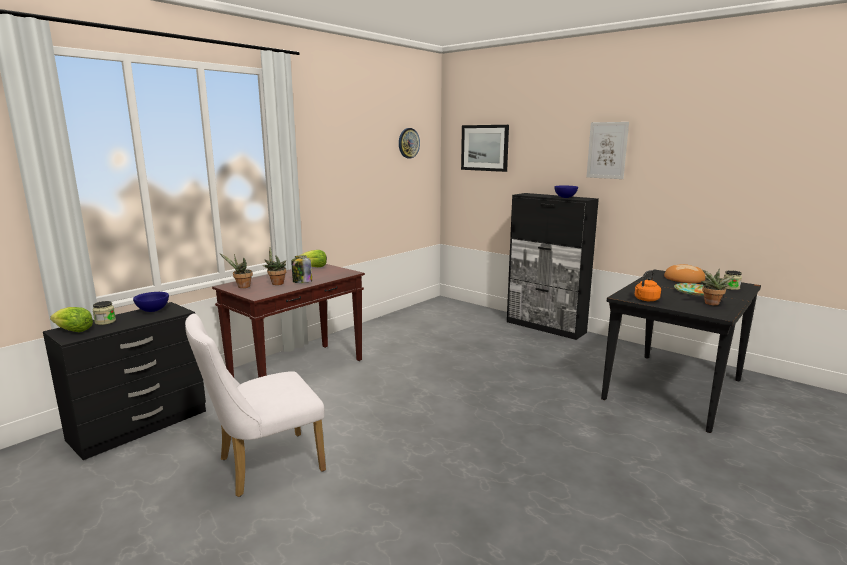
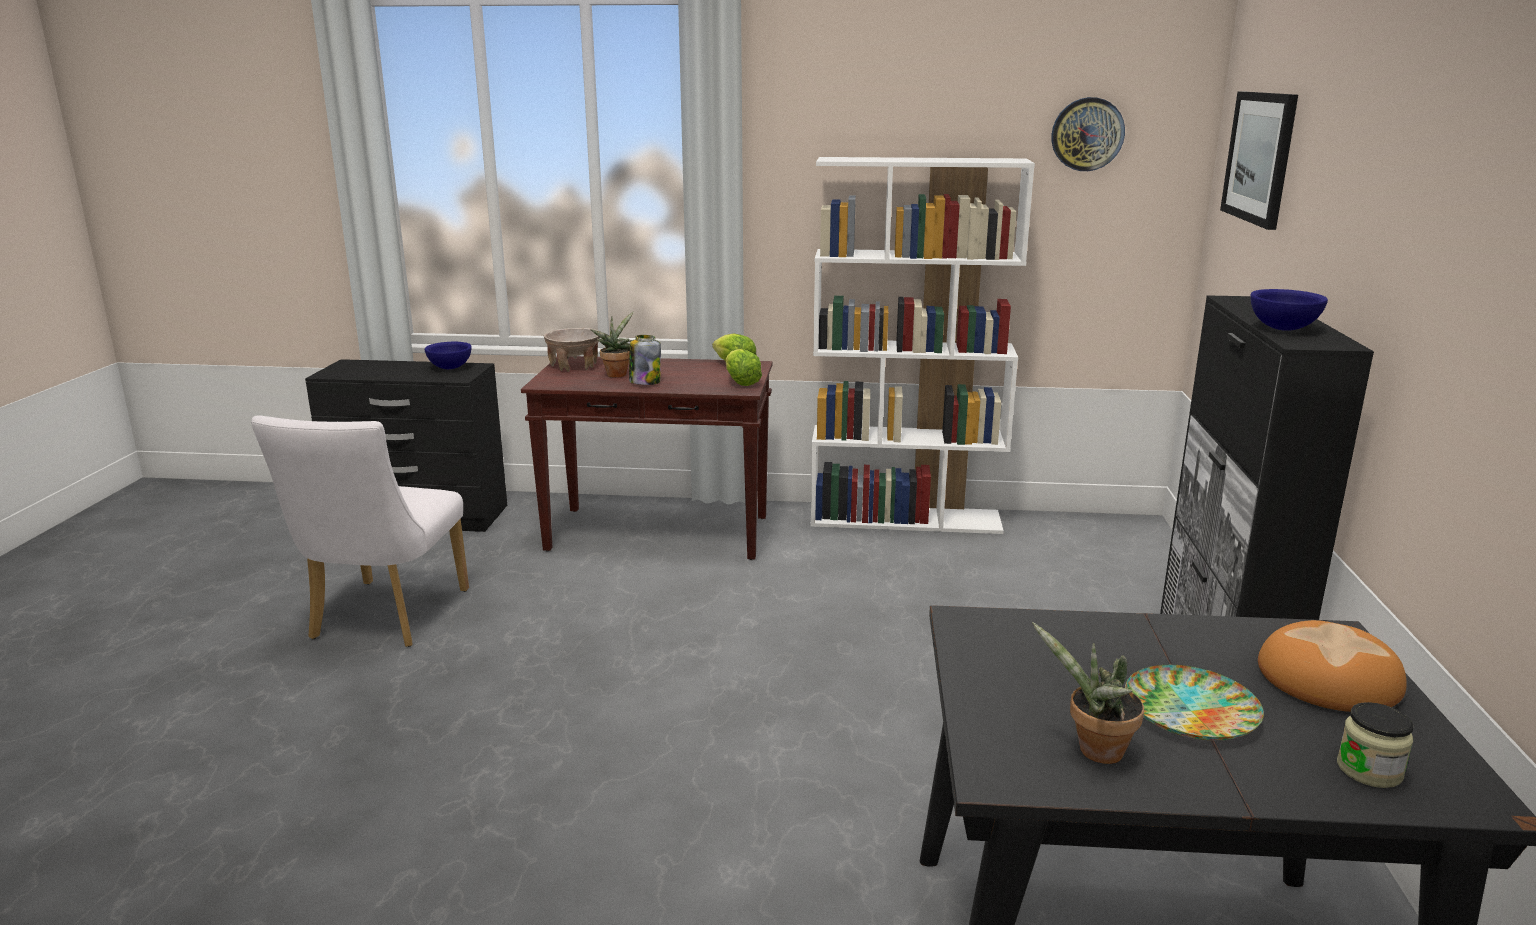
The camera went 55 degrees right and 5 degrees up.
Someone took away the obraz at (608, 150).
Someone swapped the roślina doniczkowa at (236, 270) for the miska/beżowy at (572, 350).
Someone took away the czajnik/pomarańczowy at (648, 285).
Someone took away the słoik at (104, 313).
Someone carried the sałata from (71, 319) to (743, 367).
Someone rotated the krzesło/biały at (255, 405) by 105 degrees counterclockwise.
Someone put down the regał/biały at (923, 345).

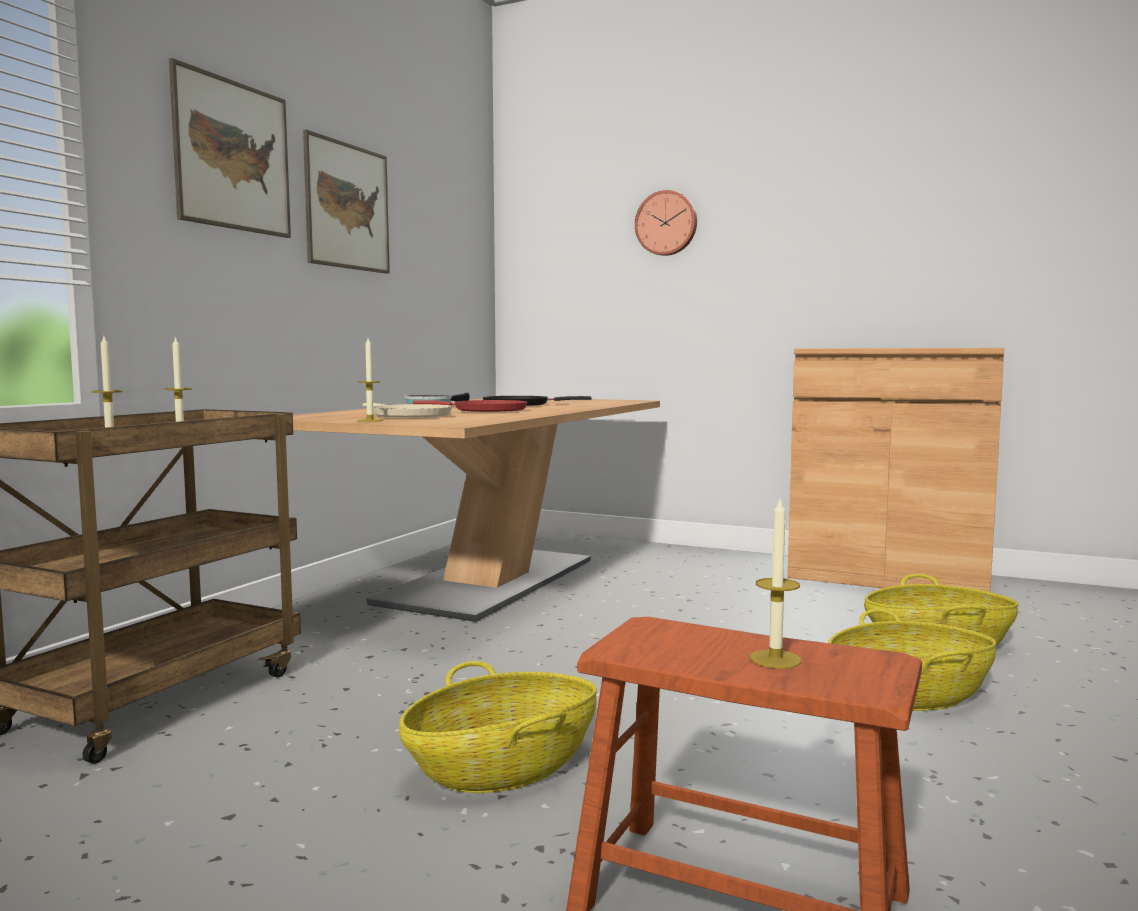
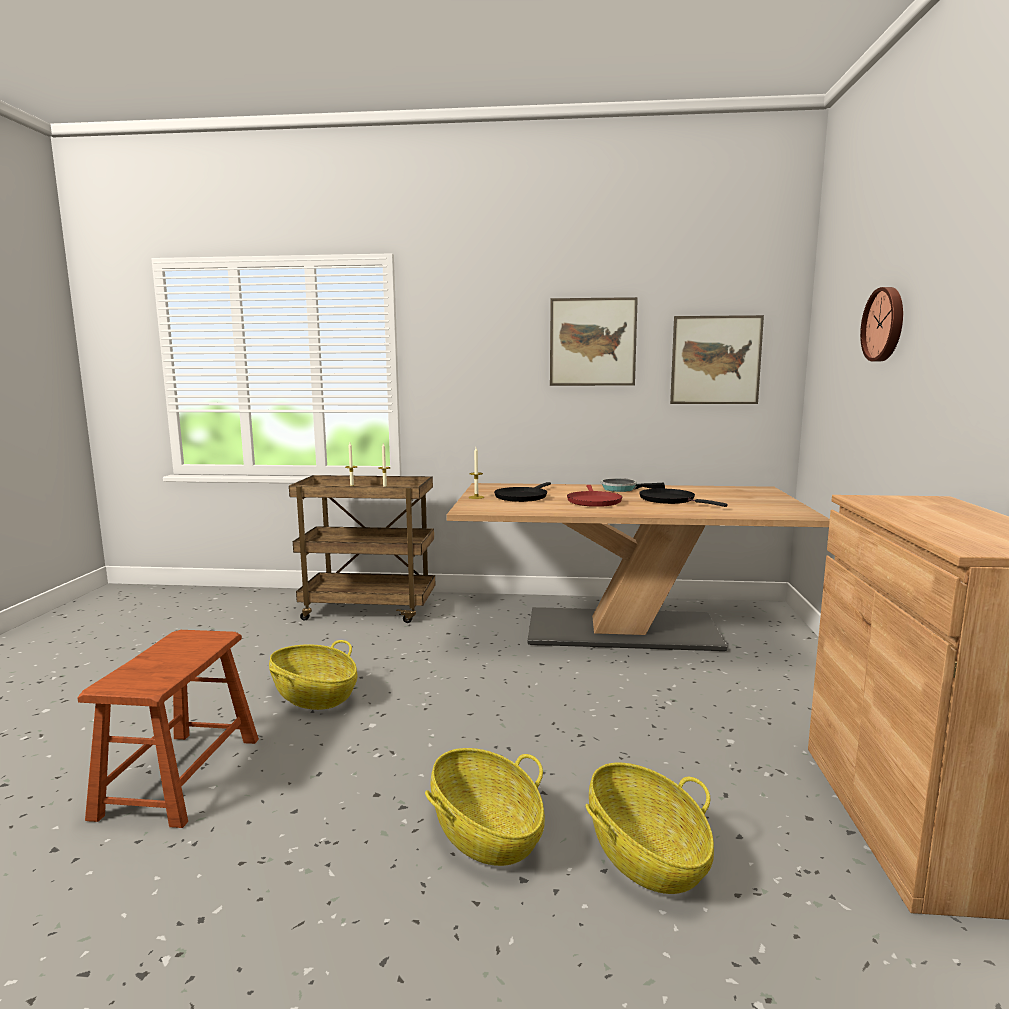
The camera went 70 degrees right and 5 degrees up.
Someone carried the obraz from (230, 148) to (717, 359).
Someone repainted the patelnia/beżowy at (407, 410), which became the patelnia/czarny at (522, 492).
Someone took away the świeca at (776, 583).

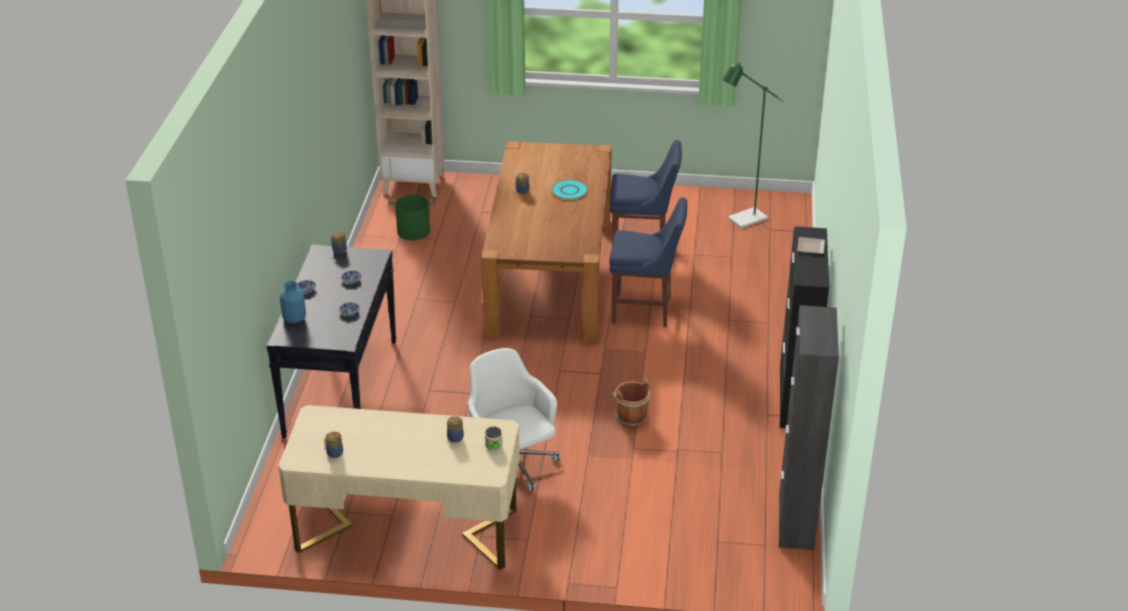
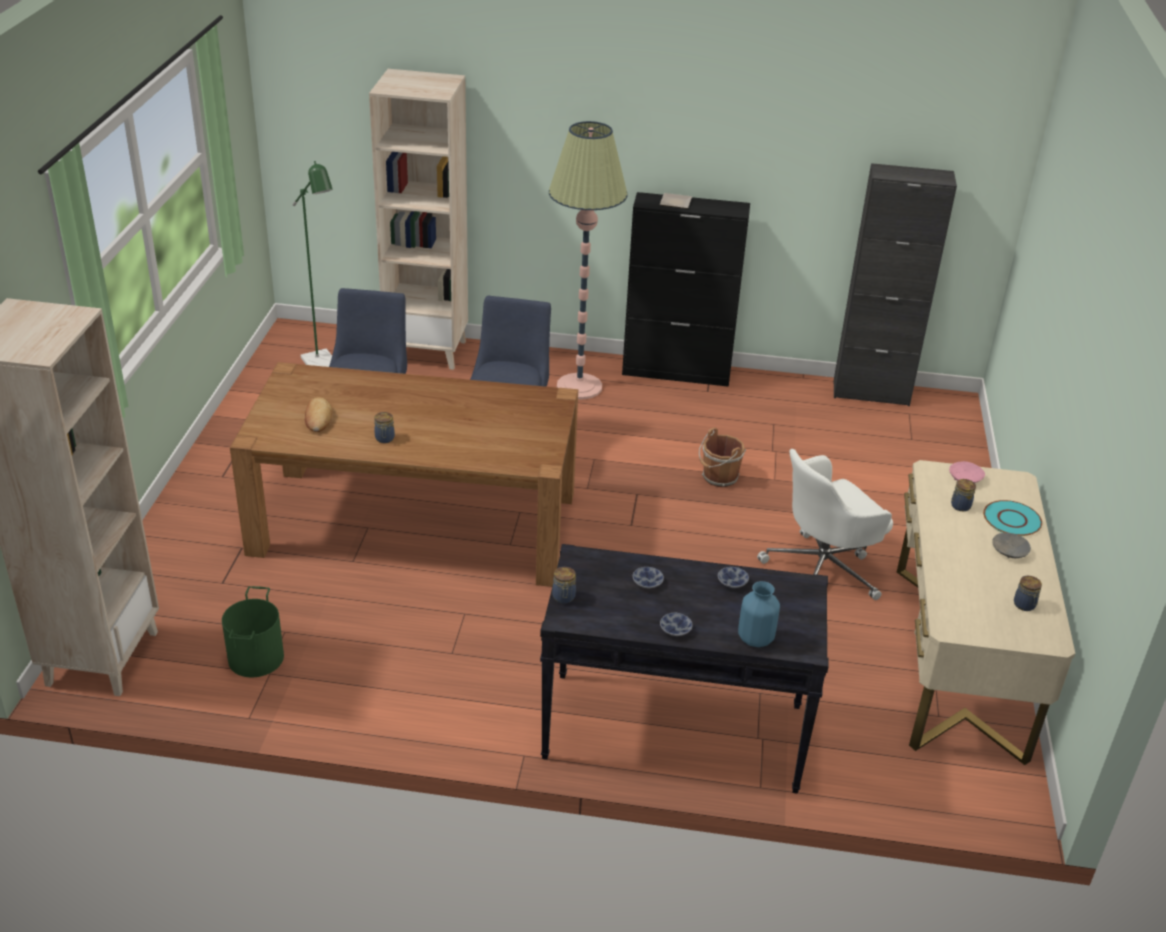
The camera went 90 degrees left and 0 degrees up.
Someone carried the talerz/turkusowy from (569, 190) to (1012, 518).
Someone swapped the słoik at (493, 439) for the miska/różowy at (967, 472).
Someone put down the regał/beżowy at (418, 219).
Someone put down the lampa stojąca at (588, 260).
Someone put down the chleb at (319, 414).
Someone put down the miska/szary at (1011, 546).

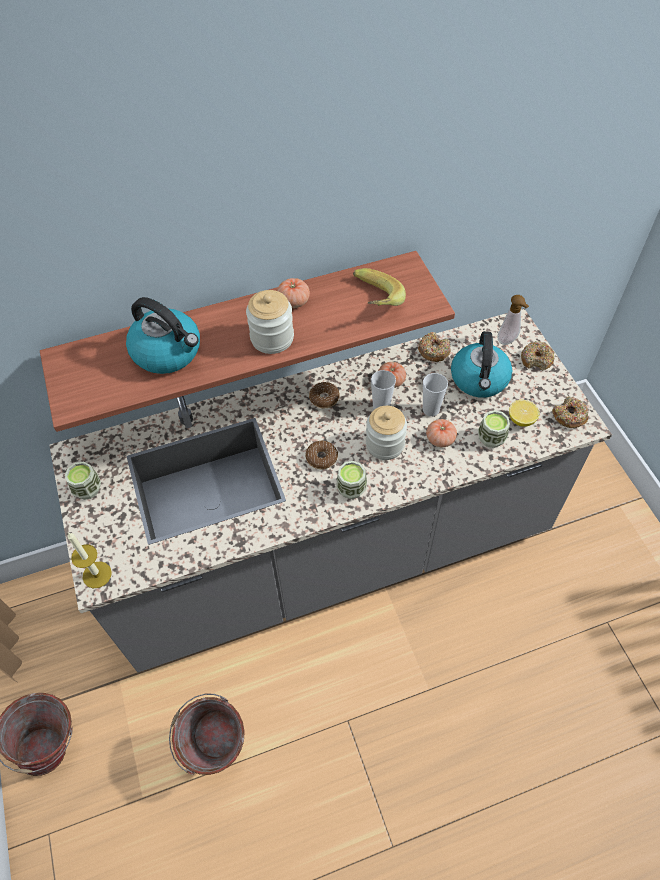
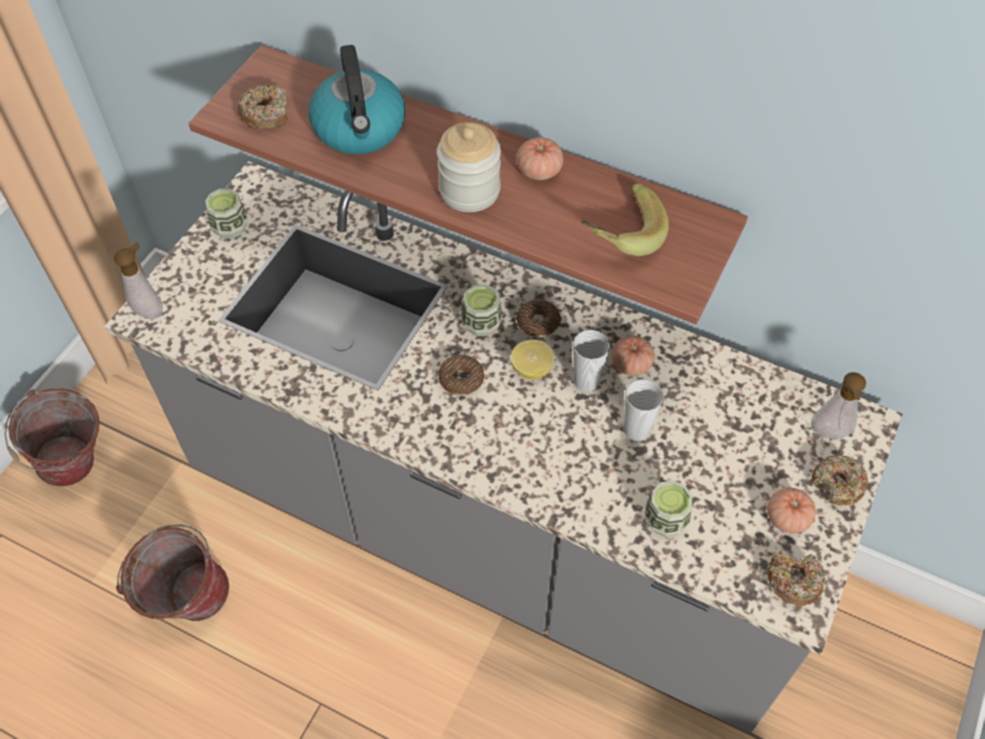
The camera went 45 degrees right and 0 degrees up.
Someone took away the czajnik at (481, 364).
Someone carried the donut from (434, 347) to (263, 107).
Someone carried the cytryna from (524, 413) to (532, 359).
Someone took away the słoik at (386, 433).
Someone carried the pomidor from (441, 433) to (791, 510).
Someone carried the filiżanka from (351, 480) to (482, 310).
Someone swapped the świeca at (89, 560) for the dozownik mydła at (138, 280).

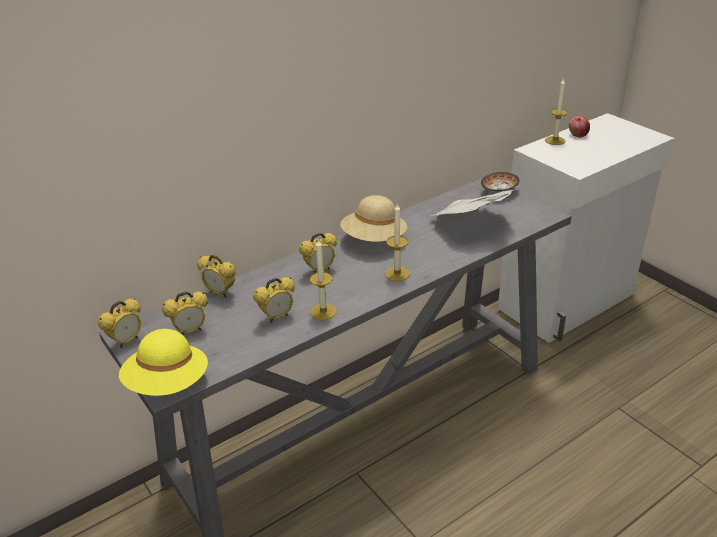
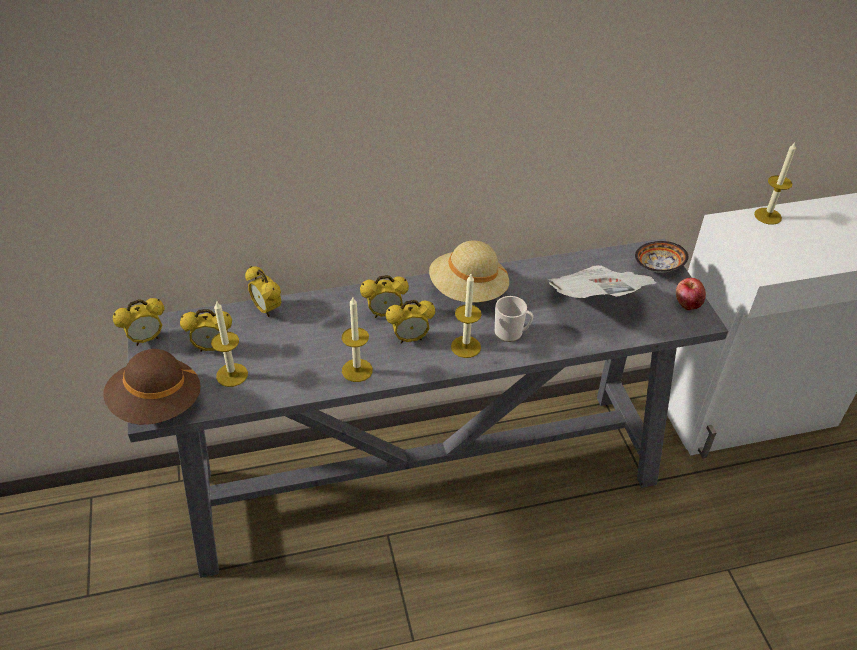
The camera went 20 degrees right and 10 degrees up.
Someone carried the jabłko from (579, 126) to (691, 294).
Someone carried the budzik from (274, 300) to (410, 322).
Someone repainted the kapelusz/żółty at (163, 362), which became the kapelusz/brązowy at (152, 387).
Someone put down the kubek at (514, 319).
Someone put down the świeca at (229, 343).

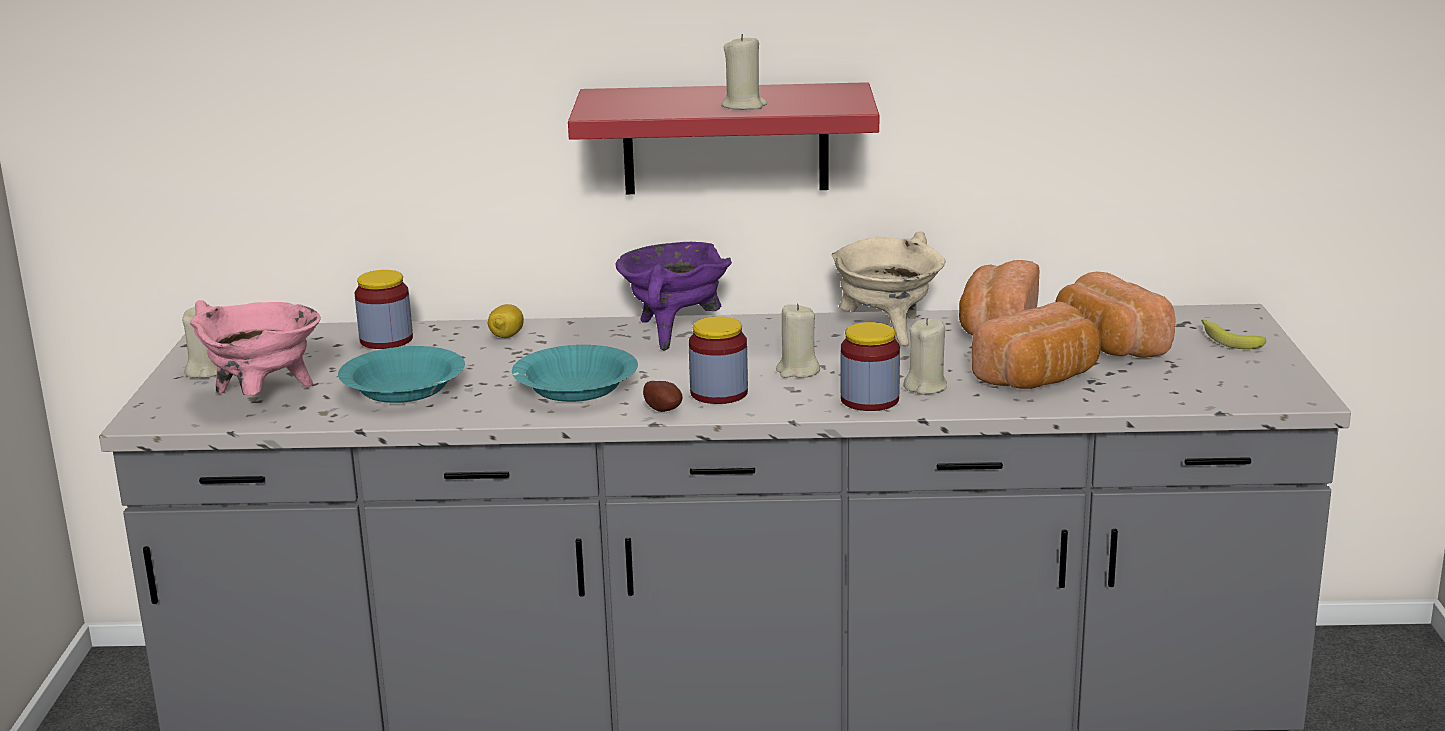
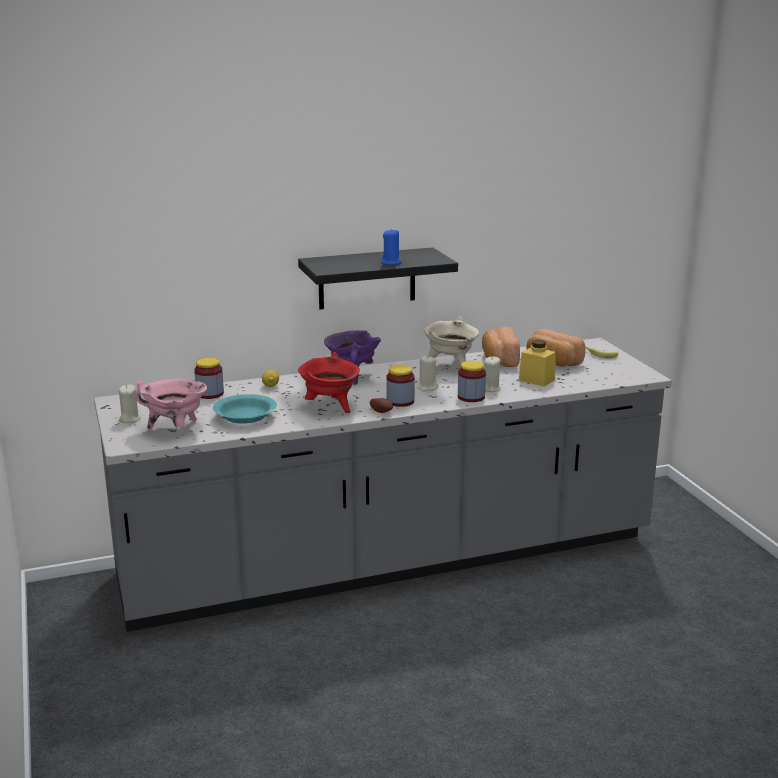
The camera went 20 degrees left and 0 degrees up.
Someone repainted the świeca/beżowy at (744, 72), which became the świeca/niebieski at (391, 246).
Someone repainted the półka/czerwony at (723, 138), which became the półka/czarny at (378, 278).
Someone swapped the chleb at (1036, 345) for the słoik/żółty at (537, 363).
Someone swapped the miska/turkusowy at (575, 373) for the garnek/czerwony at (329, 382).

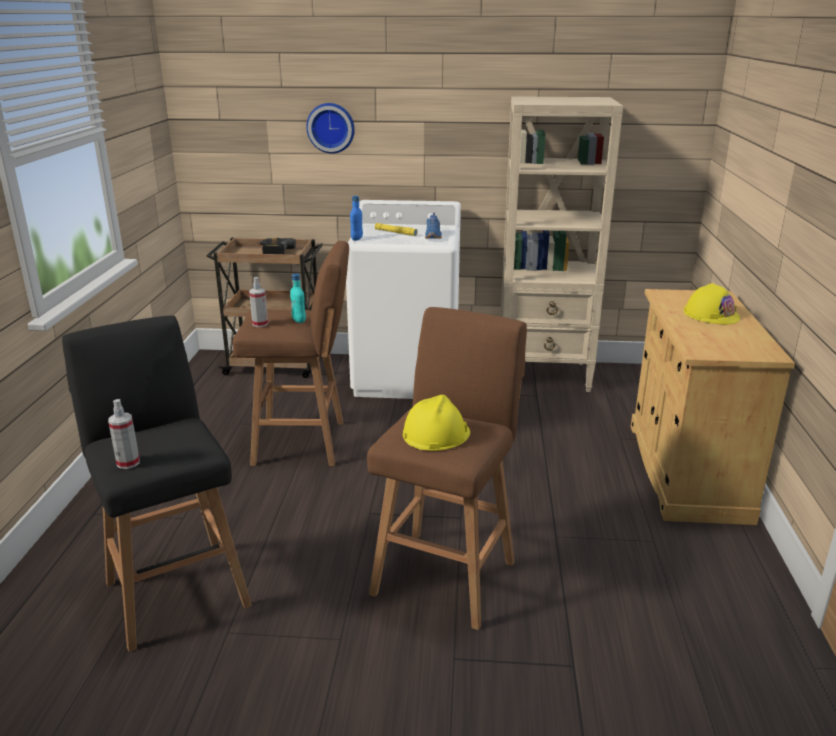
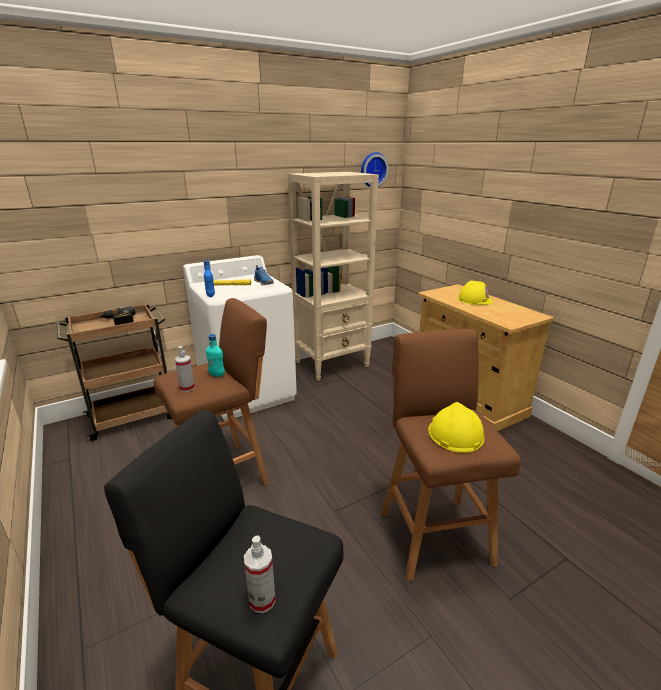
The camera went 35 degrees left and 0 degrees up.
Someone carried the zegar ścienny from (330, 128) to (375, 169).

